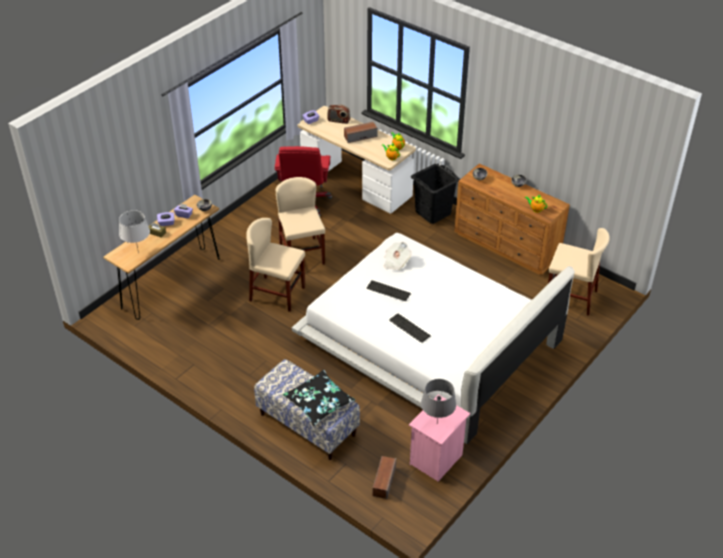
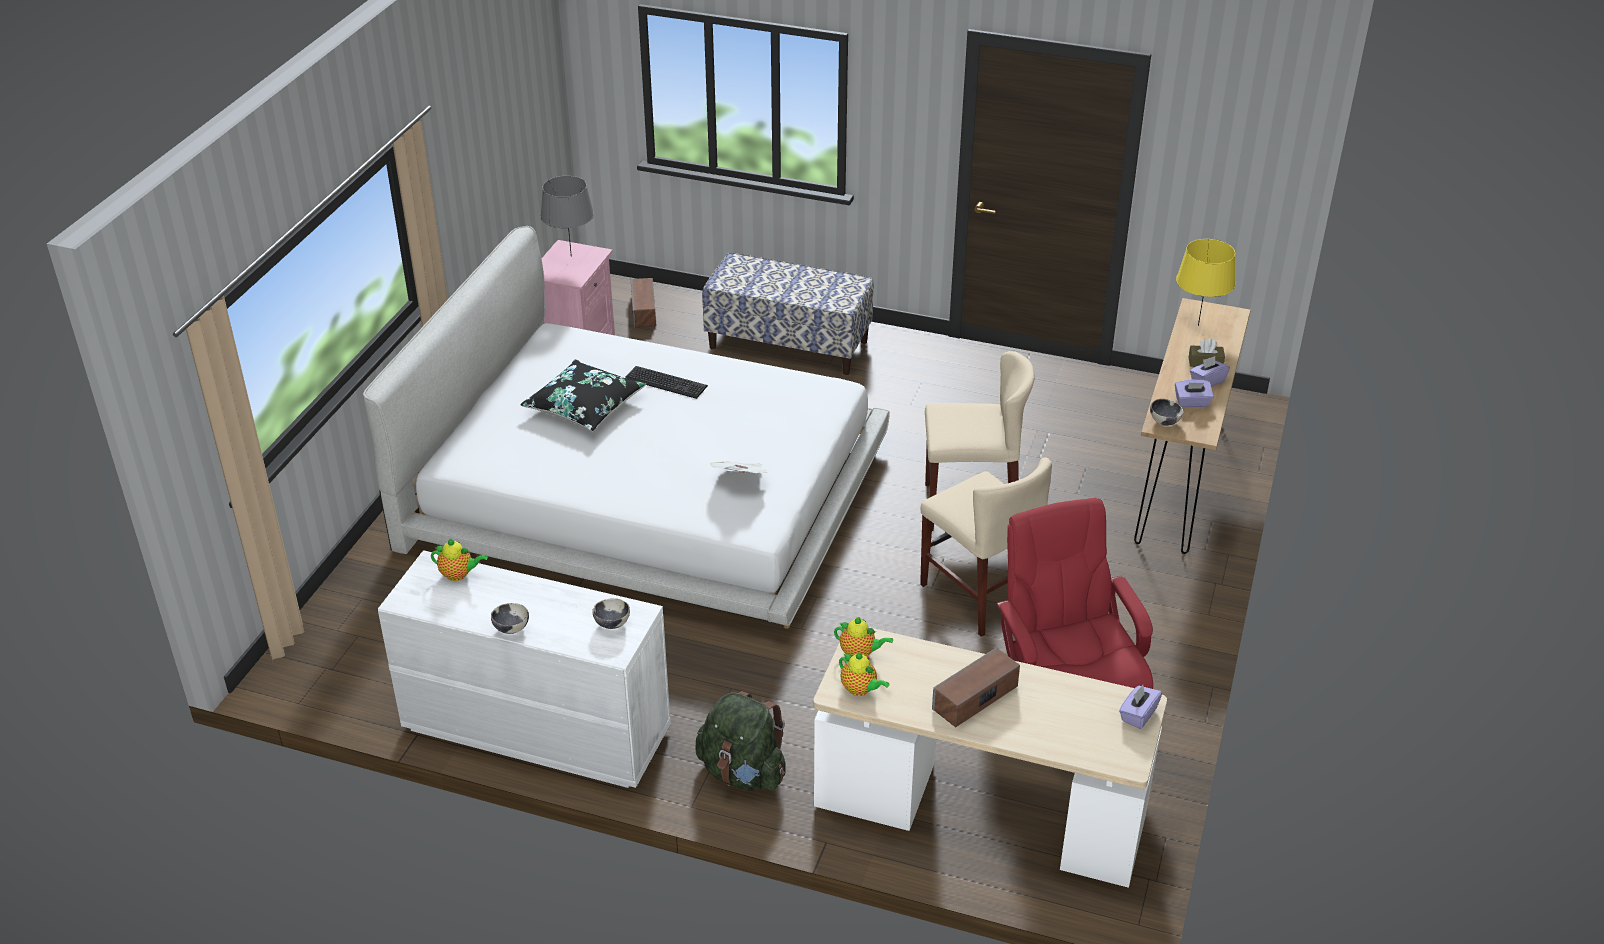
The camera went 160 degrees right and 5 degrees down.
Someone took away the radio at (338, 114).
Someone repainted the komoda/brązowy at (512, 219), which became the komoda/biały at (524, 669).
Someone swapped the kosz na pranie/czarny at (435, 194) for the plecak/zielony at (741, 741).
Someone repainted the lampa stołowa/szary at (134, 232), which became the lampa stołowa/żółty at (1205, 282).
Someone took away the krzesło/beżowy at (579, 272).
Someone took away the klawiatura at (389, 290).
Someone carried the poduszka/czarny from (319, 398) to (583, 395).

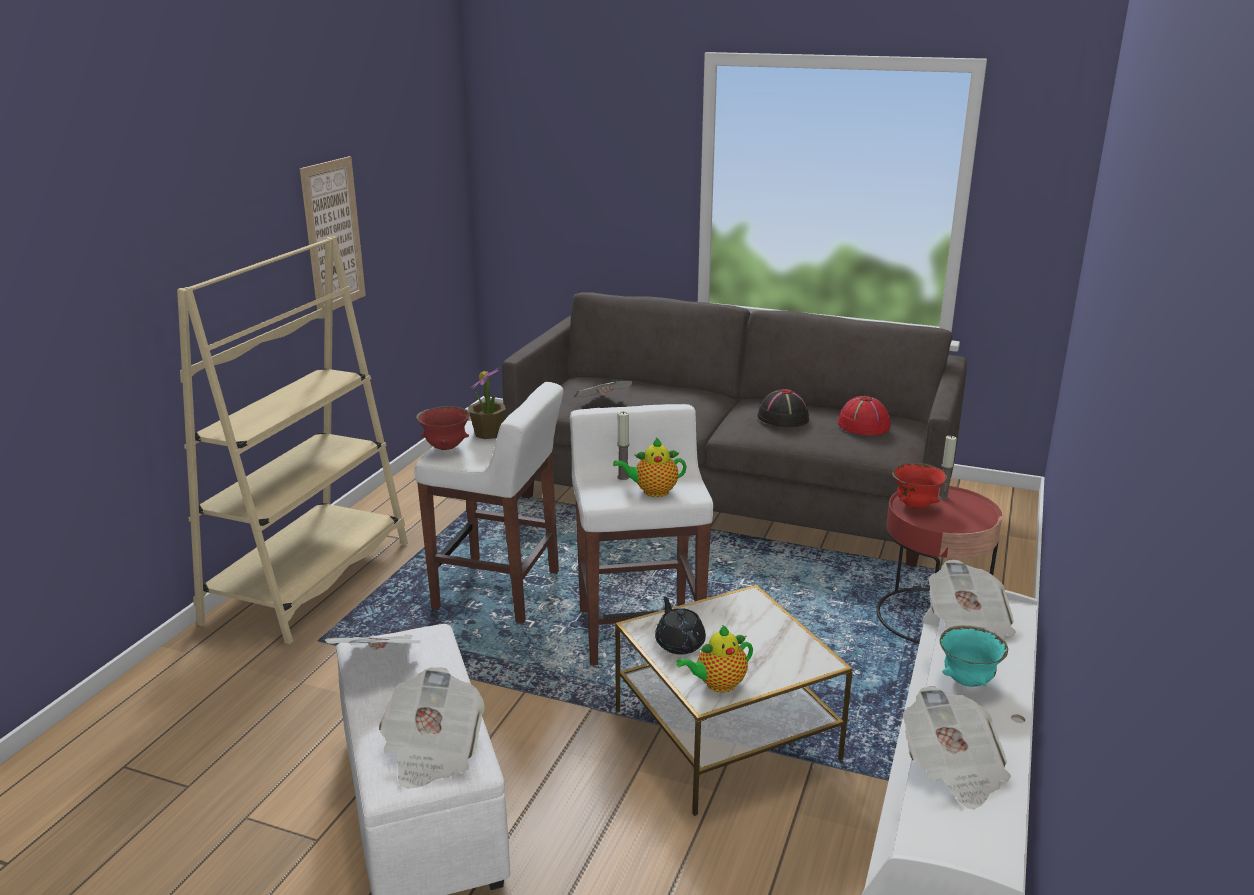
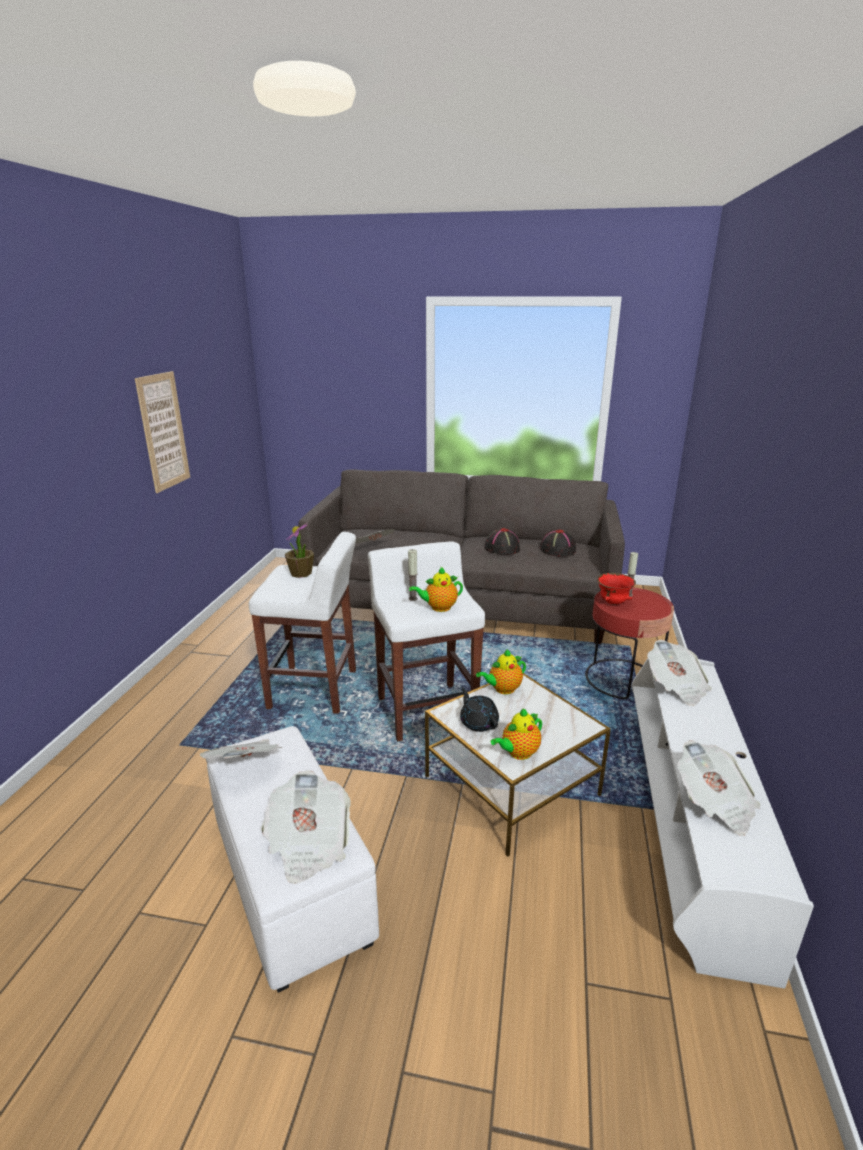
The camera went 10 degrees left and 0 degrees up.
Someone took away the regał/beżowy at (292, 440).
Someone repainted the kapelusz/czerwony at (864, 415), which became the kapelusz/czarny at (558, 543).
Someone took away the miska/czerwony at (443, 428).
Someone took away the miska/turkusowy at (973, 656).
Someone put down the imbryk at (501, 672).

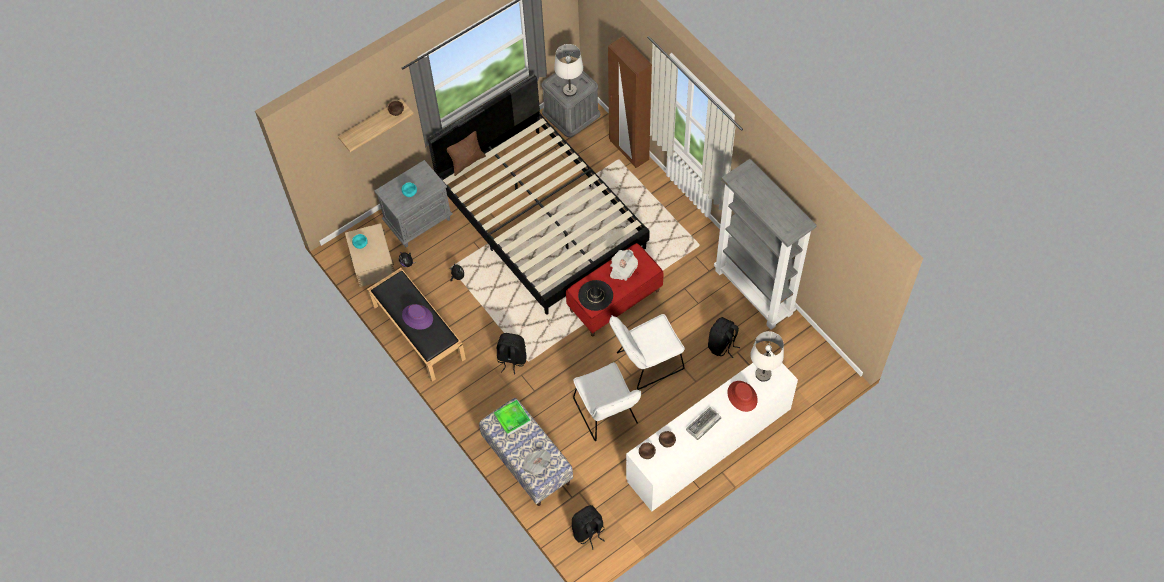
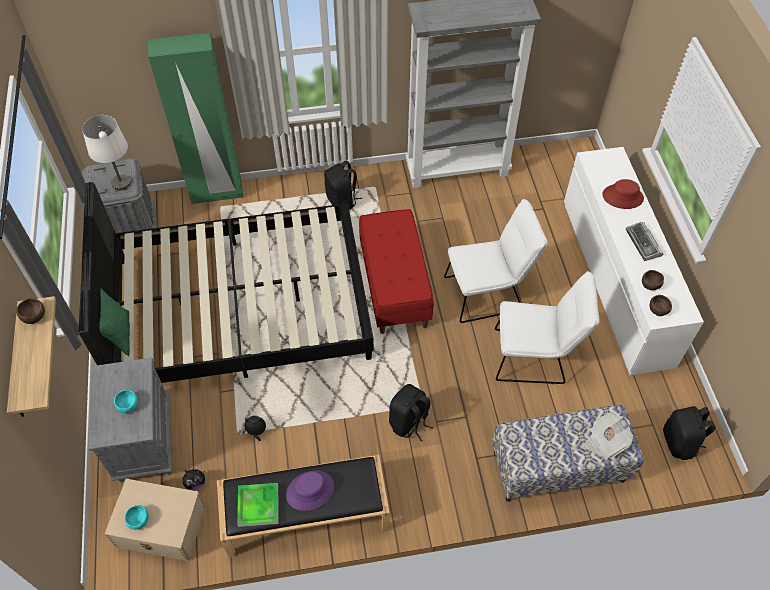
The camera went 65 degrees left and 5 degrees down.
Someone repainted the szafa/brązowy at (630, 102), which became the szafa/zielony at (195, 118).
Someone repainted the poduszka/brązowy at (466, 153), which became the poduszka/zielony at (114, 322).
Someone took away the gazeta at (624, 265).
Someone took away the kapelusz/czarny at (595, 295).
Someone rotated the krzesło/biały at (647, 352) by 105 degrees counterclockwise.
Someone carried the plecak/czarny from (724, 337) to (343, 185).
Someone took away the lampa stołowa/biały at (767, 356).
Someone carried the taca from (512, 418) to (258, 505).

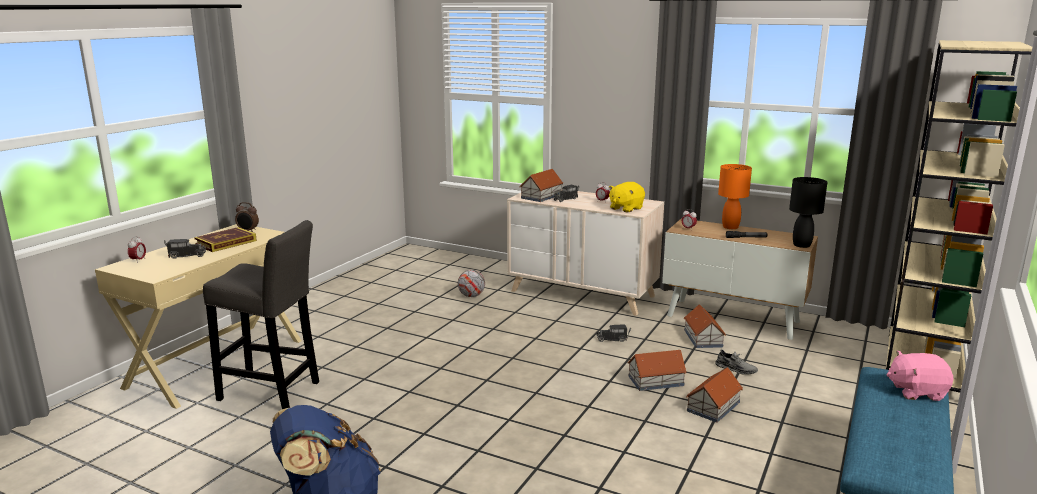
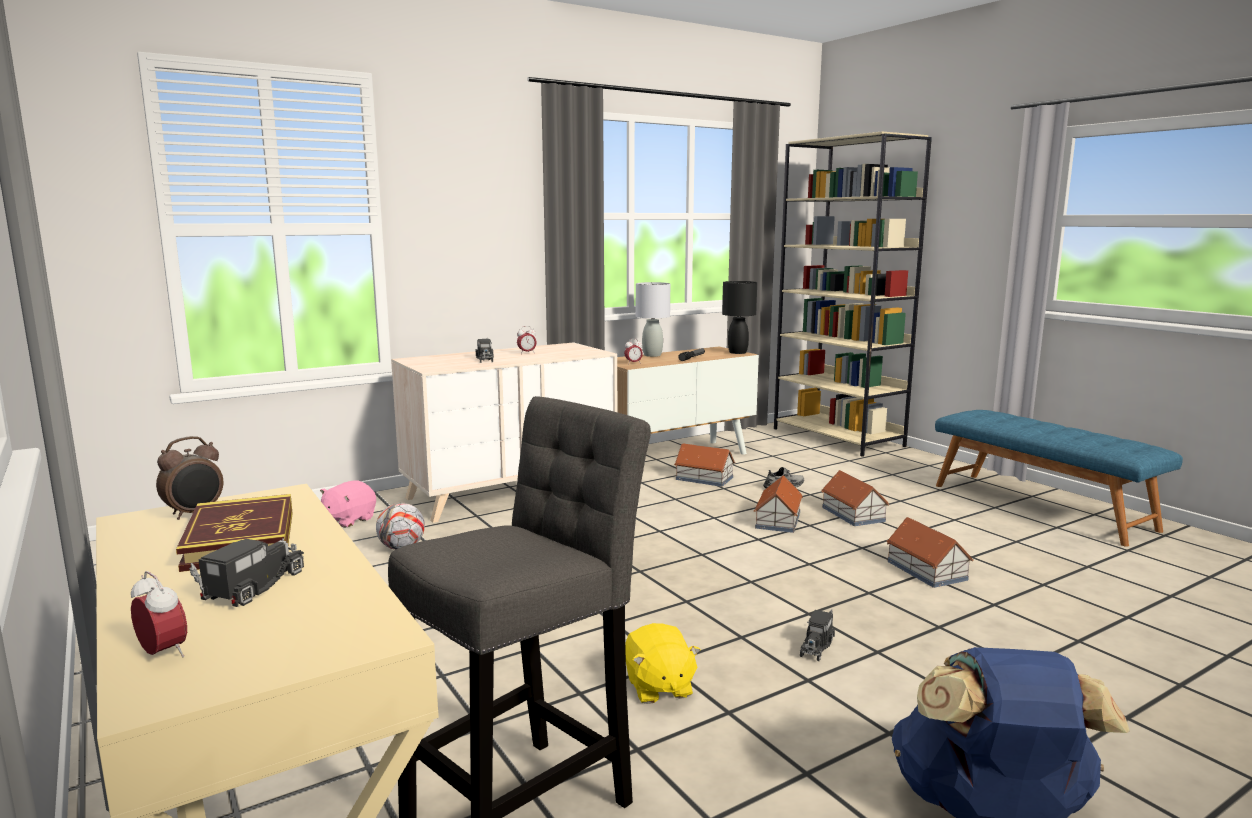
The camera went 60 degrees left and 5 degrees down.
Someone repainted the lampa stołowa/pomarańczowy at (735, 196), which became the lampa stołowa/szary at (653, 319).
Someone carried the domek from (541, 185) to (930, 552).
Someone carried the pluszak/żółty from (627, 197) to (662, 663).
Someone carried the ciężarówka zabawkowa from (613, 333) to (817, 635).
Someone carried the pluszak/różowy from (920, 376) to (348, 504).

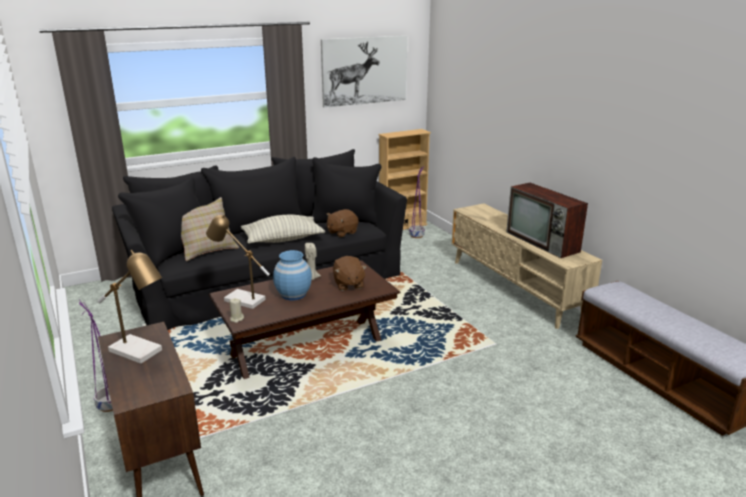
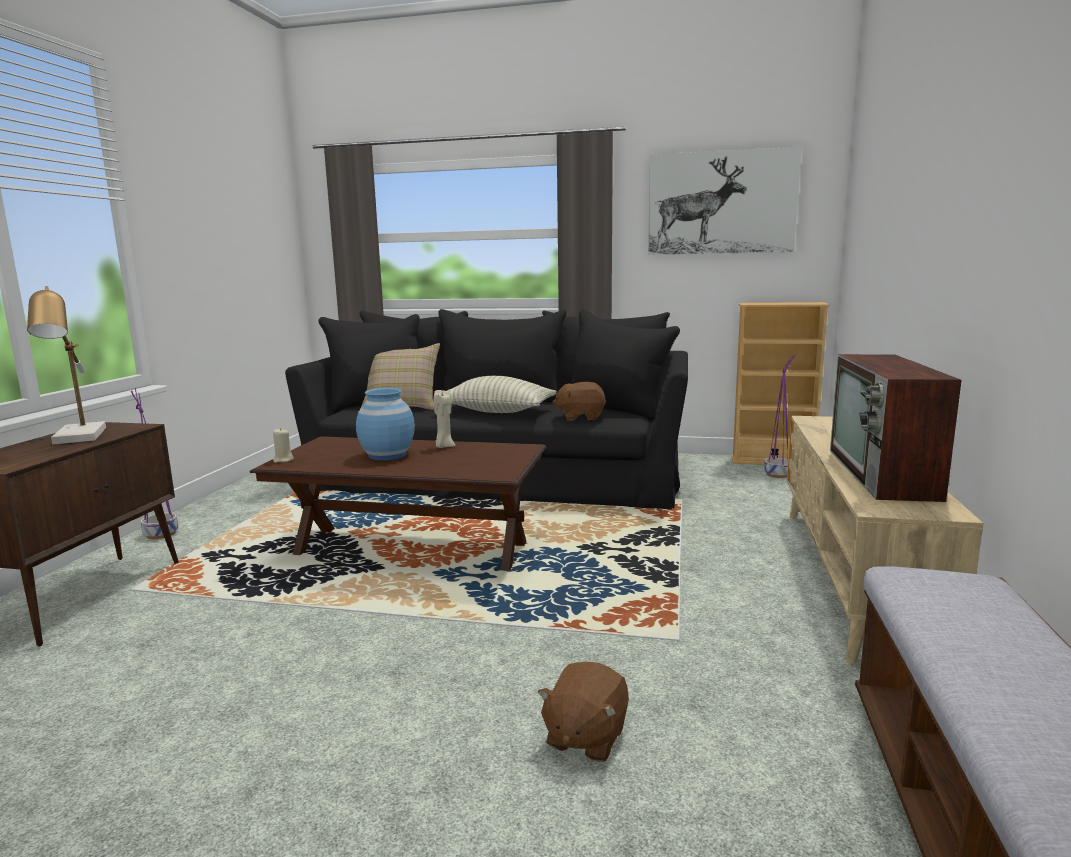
The camera went 40 degrees right and 10 degrees down.
Someone took away the lampa stołowa at (238, 261).
Someone carried the pluszak/brązowy from (350, 273) to (583, 712).

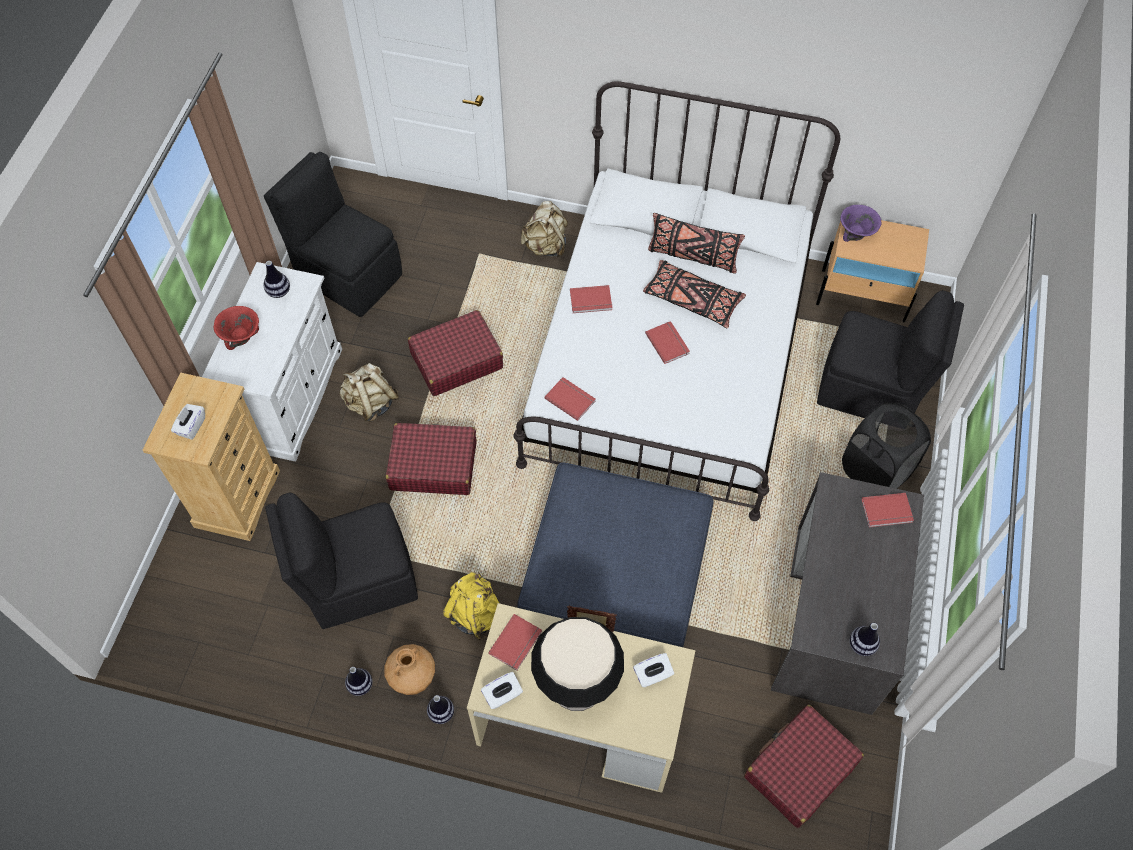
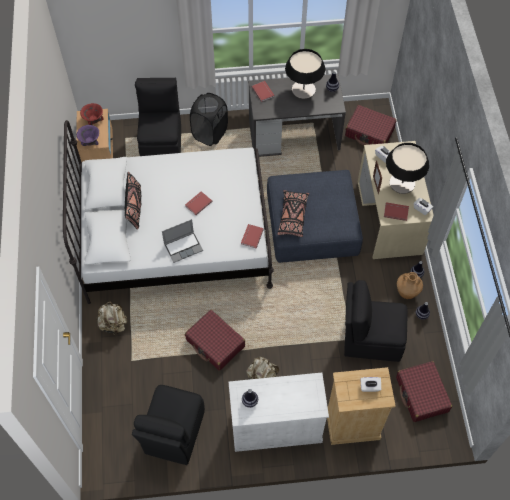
The camera went 110 degrees left and 0 degrees up.
Someone carried the poduszka/czarny from (694, 294) to (293, 213).
Someone swapped the książka/czerwony at (591, 299) for the laptop at (182, 241).
Someone carried the miska/czerwony from (236, 328) to (92, 114).
Someone carried the walizka/czerwony from (431, 459) to (424, 391).
Someone rotated the krzesło/czarny at (341, 560) by 135 degrees clockwise.
Someone took away the plecak/żółty at (471, 606).
Someone put down the lampa stołowa at (305, 74).

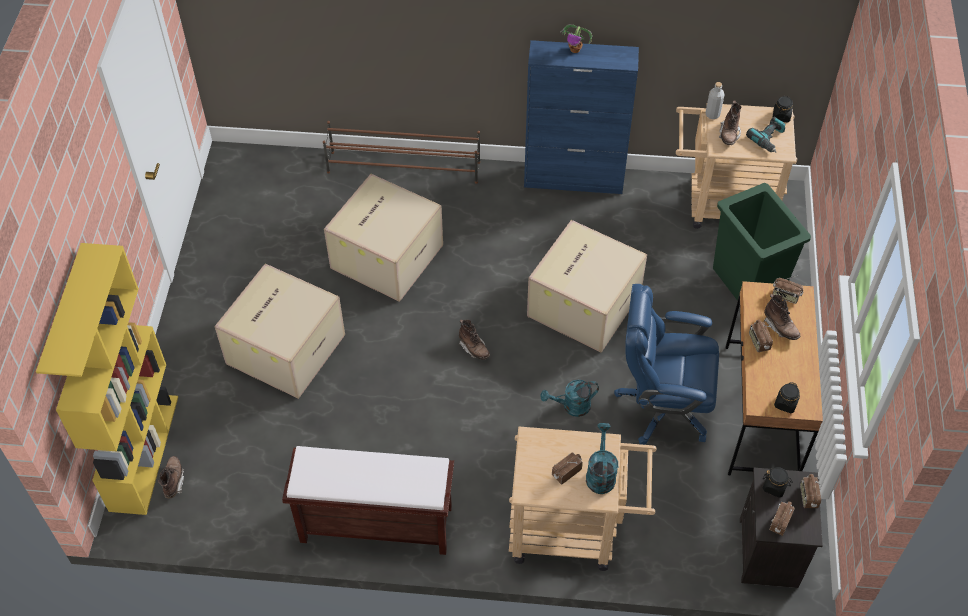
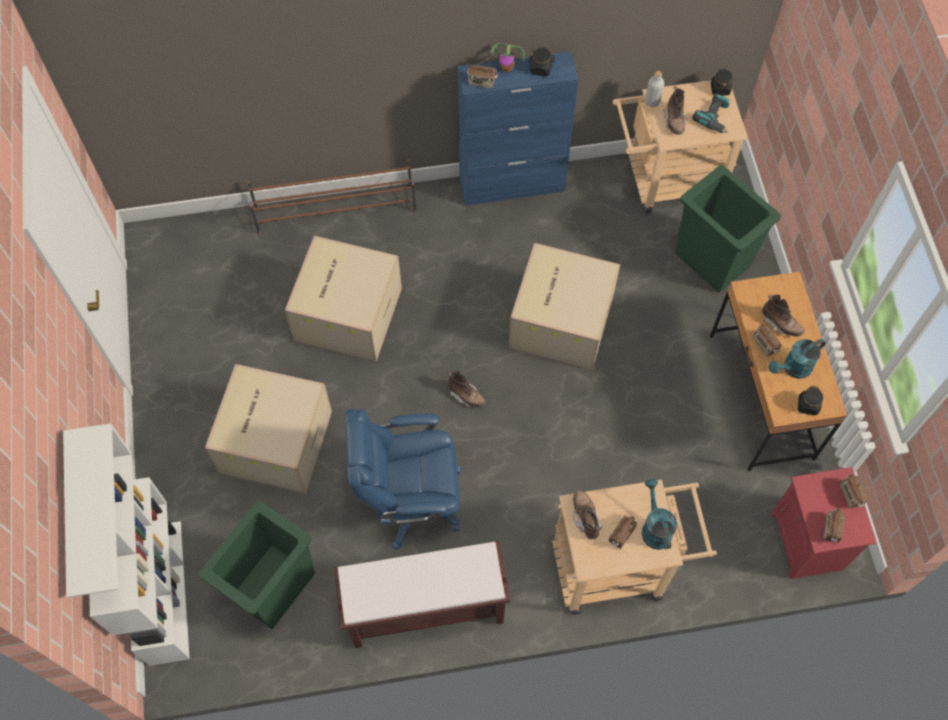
The camera went 15 degrees left and 10 degrees up.
Someone repainted the regał/żółty at (107, 379), which became the regał/biały at (126, 544).
Someone carried the radio from (788, 290) to (482, 73).
Someone carried the krzesło biurowe/niebieski from (666, 364) to (403, 479).
Someone carried the konewka/turkusowy from (570, 398) to (797, 359).
Someone carried the but z cholewką/brązowy from (171, 477) to (587, 514).
Someone carried the słoik/czarny from (778, 482) to (542, 62).
Someone repainted the szafka nocna/czarny at (781, 528), which became the szafka nocna/czerwony at (824, 523).
Someone put down the kosz na śmieci/zielony at (257, 565).

